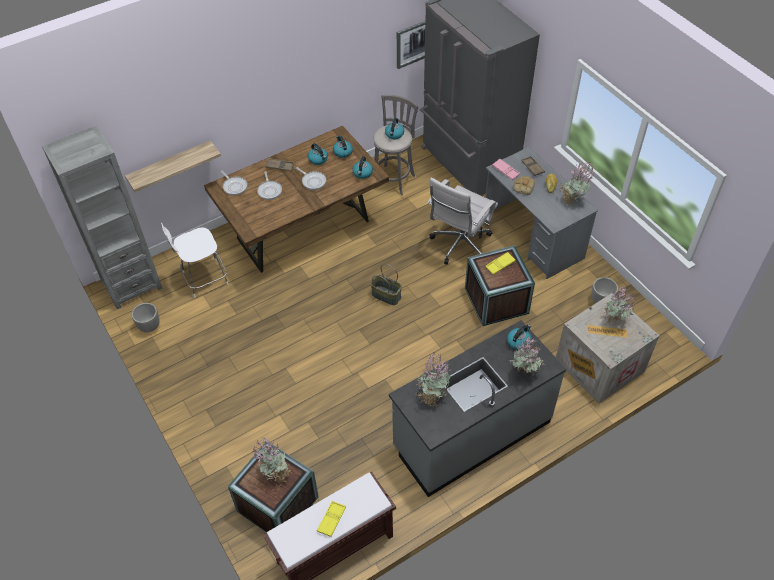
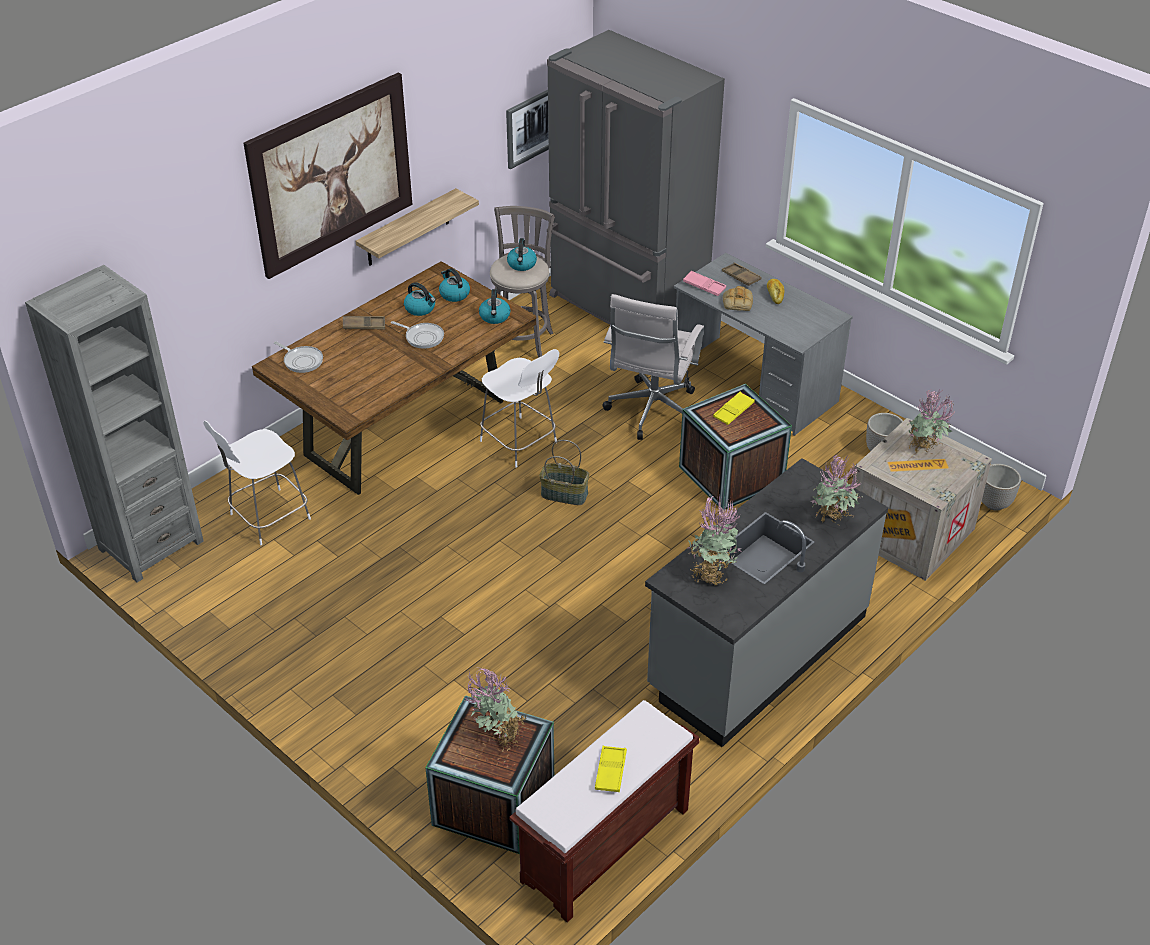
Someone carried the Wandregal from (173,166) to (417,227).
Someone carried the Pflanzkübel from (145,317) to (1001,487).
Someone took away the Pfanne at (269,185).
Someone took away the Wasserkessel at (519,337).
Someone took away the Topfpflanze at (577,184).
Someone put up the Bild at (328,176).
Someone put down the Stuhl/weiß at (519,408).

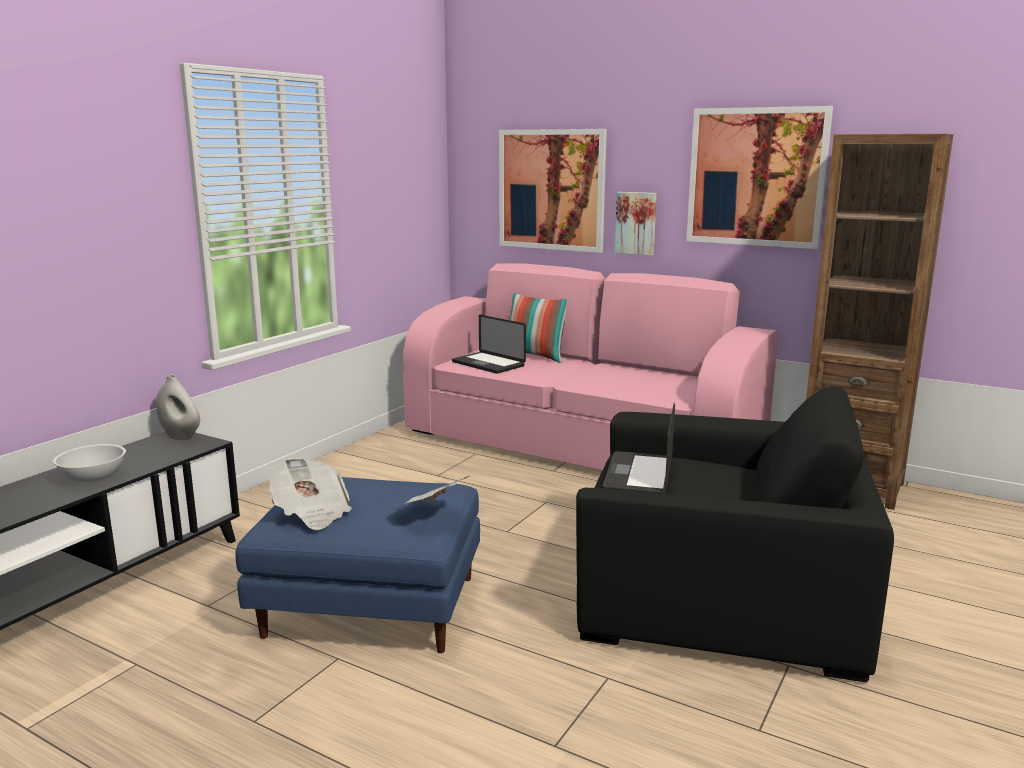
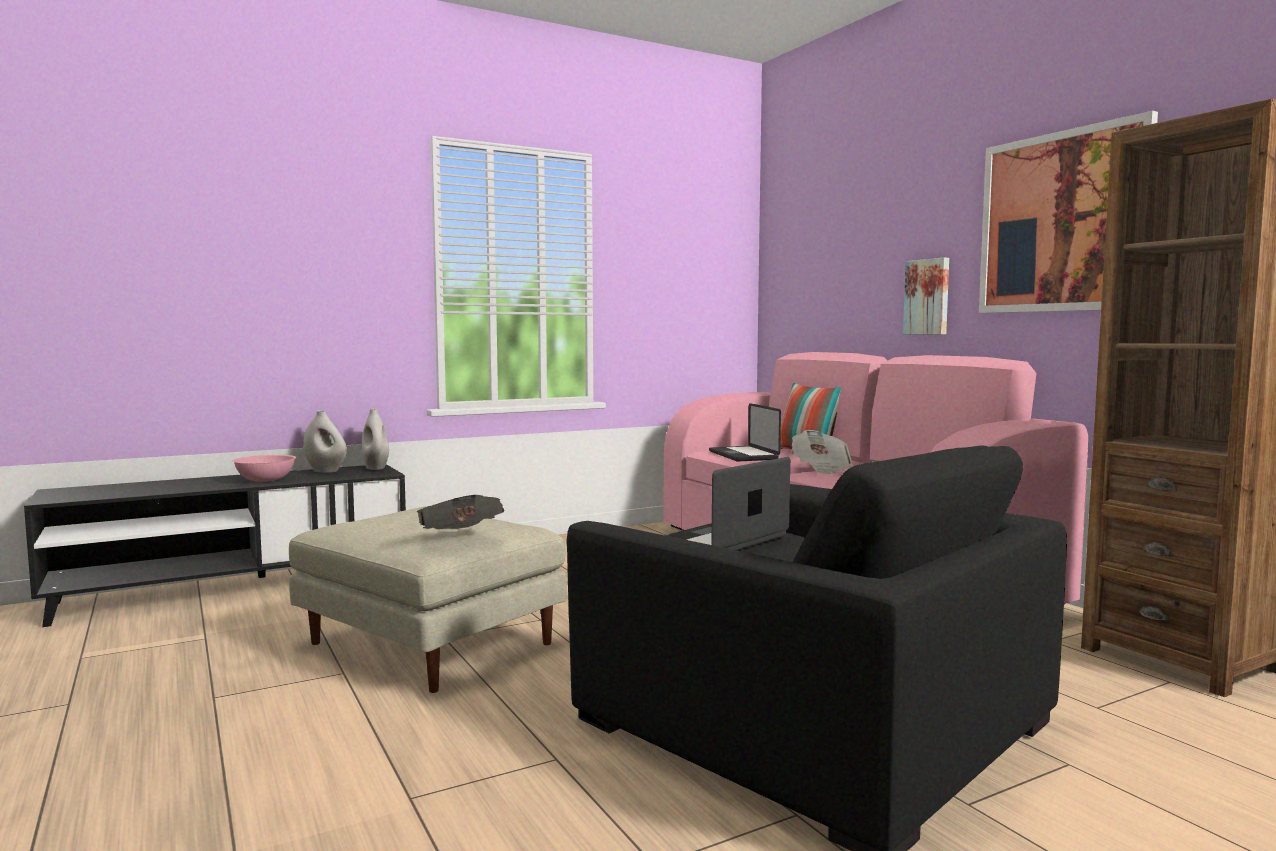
Someone repainted the Schüssel/weiß at (89,463), which became the Schüssel/rosa at (264,468).
Someone repainted the Polsterhocker/blau at (357,565), which became the Polsterhocker/beige at (428,599).
Someone carried the Zeitung from (310,493) to (822,452).
Someone took away the Bild at (553,191).
Someone put down the Vase/weiß at (325,441).

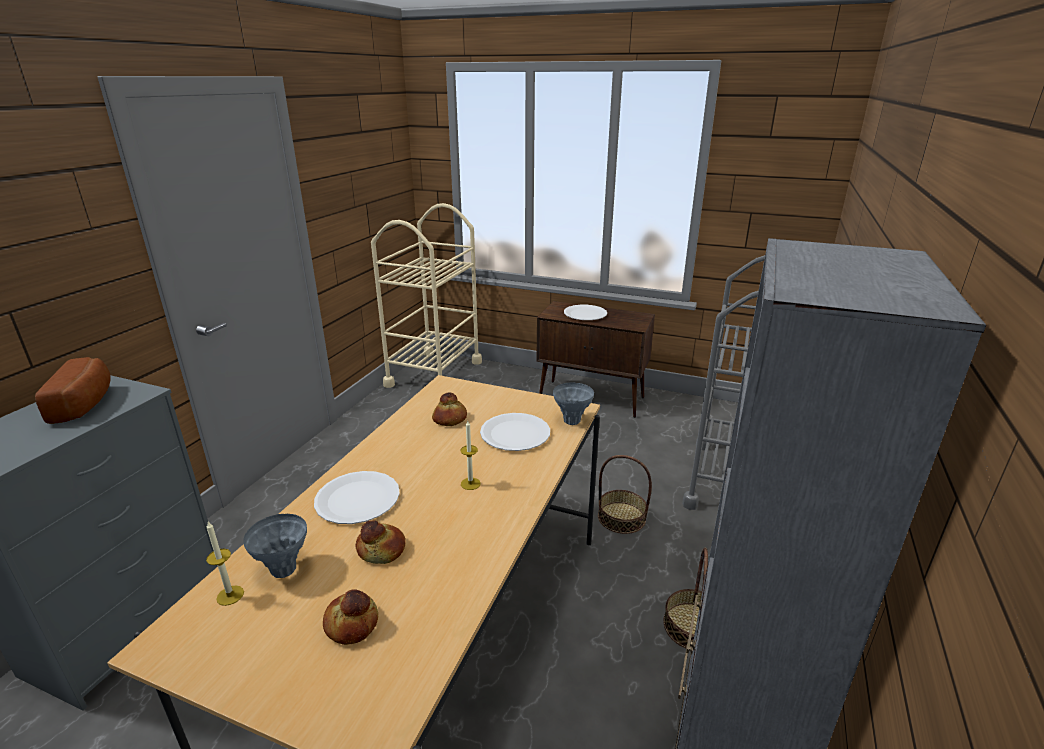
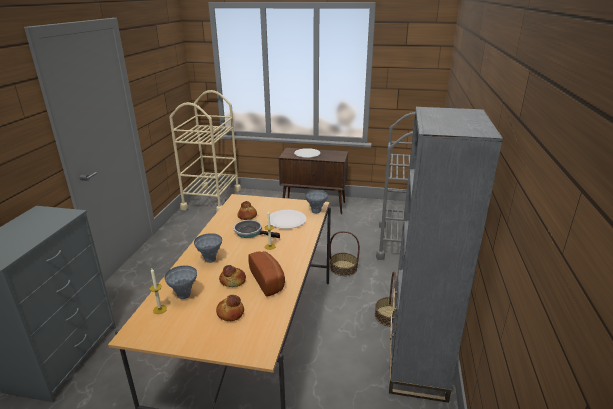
Someone carried the Brot from (73,390) to (267,274).
Someone swapped the Teller/weiß at (357,497) for the Vase/grau at (208,248).
Someone put down the Pfanne at (256,229).

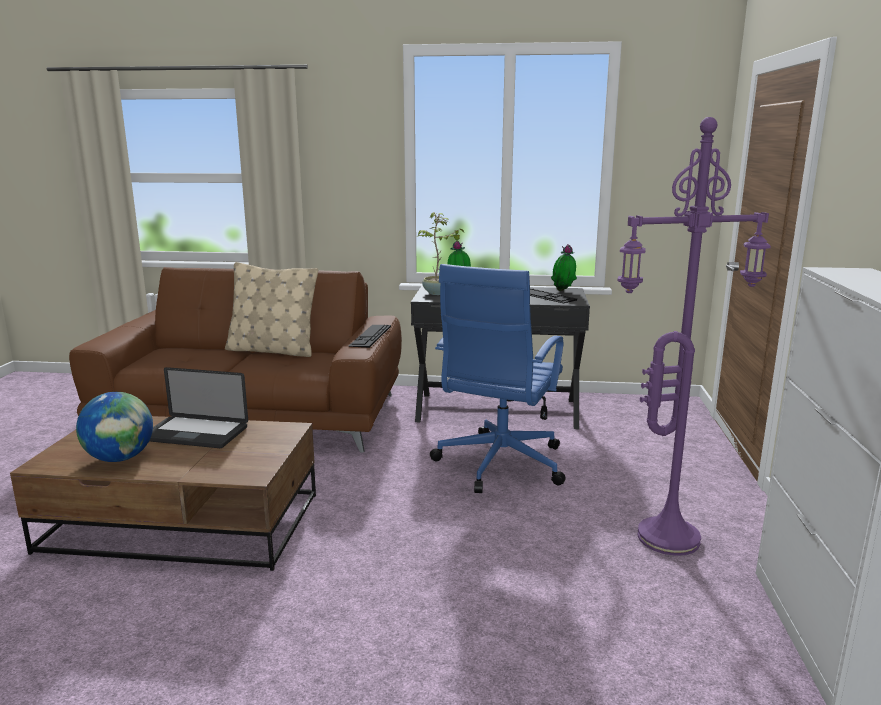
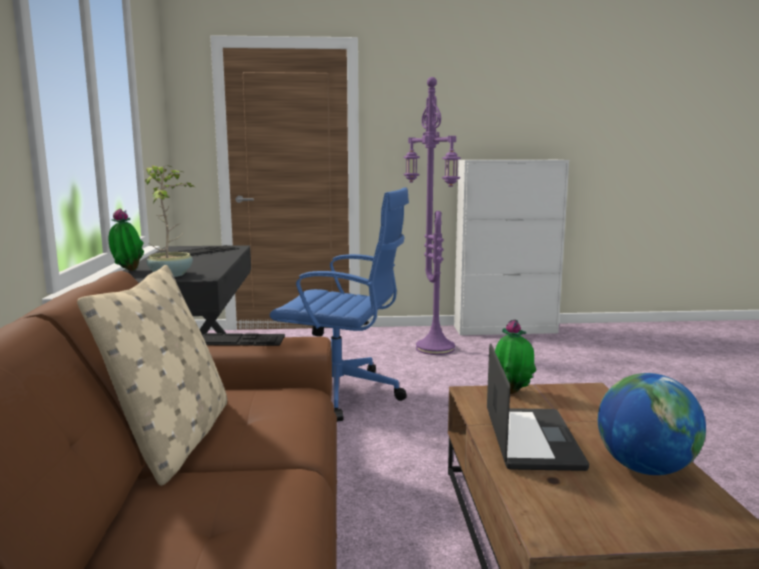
Someone carried the Topfpflanze from (564,267) to (515,356).

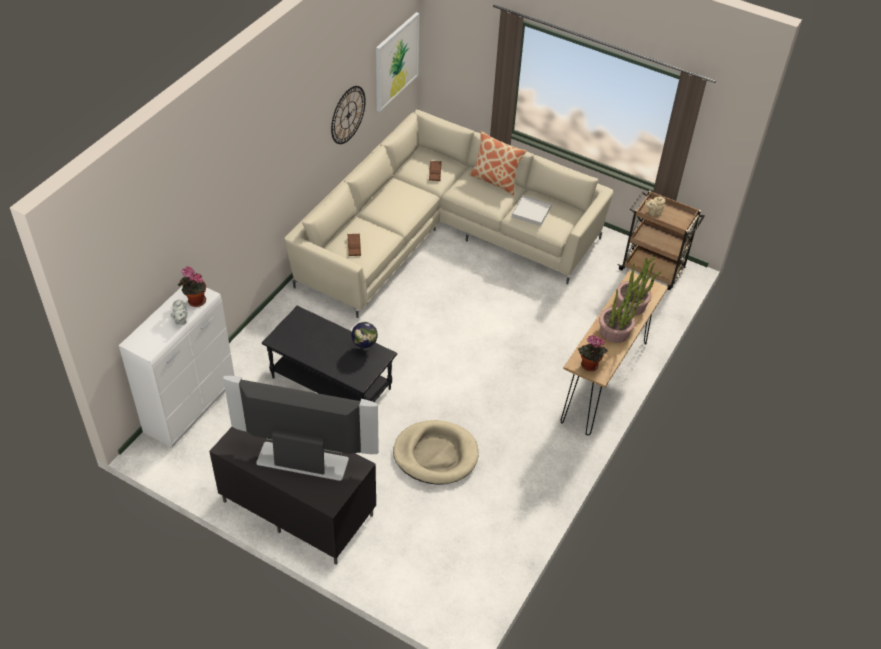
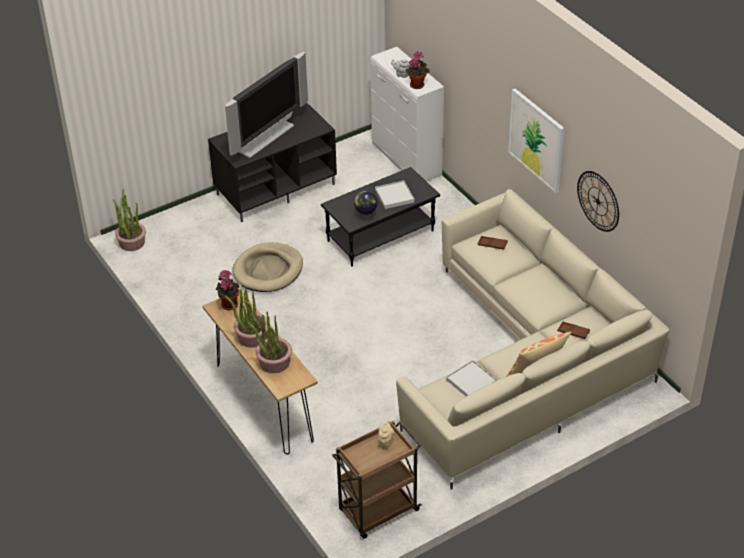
Someone carried the Bild from (397,62) to (536,141).
Someone put down the Topfpflanze at (129,220).
Someone put down the Tablett/weiß at (394,194).

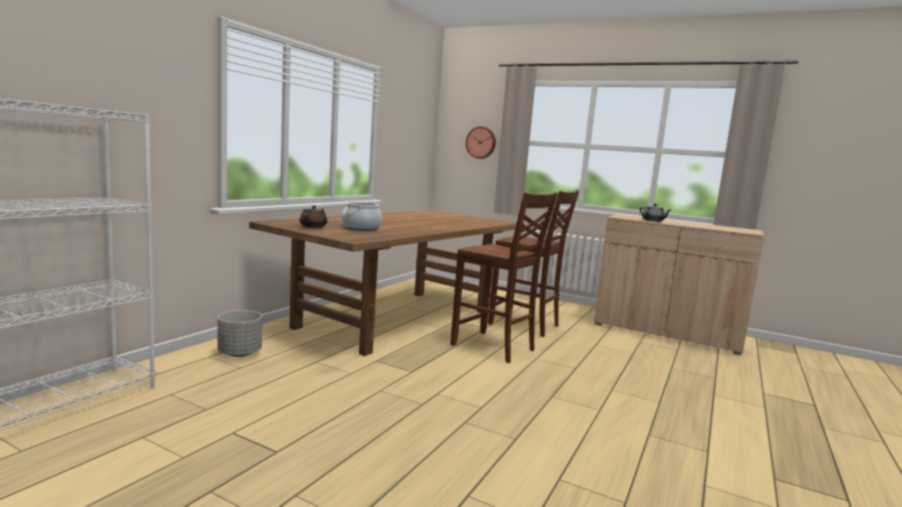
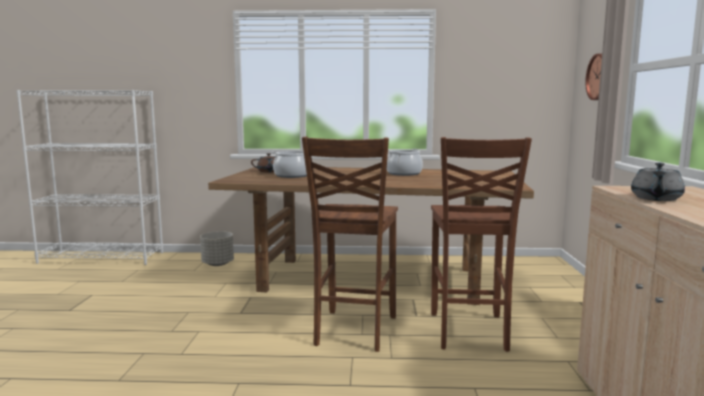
Someone put down the Kochtopf at (405,162).

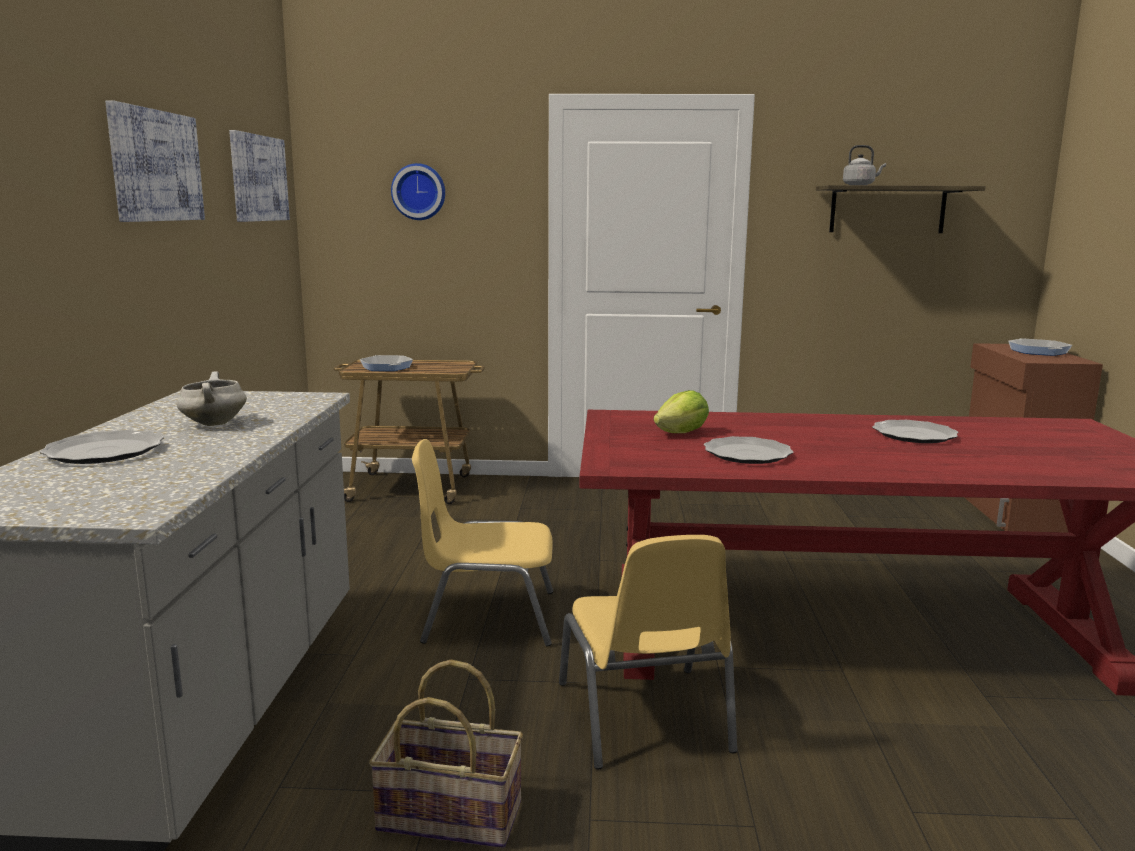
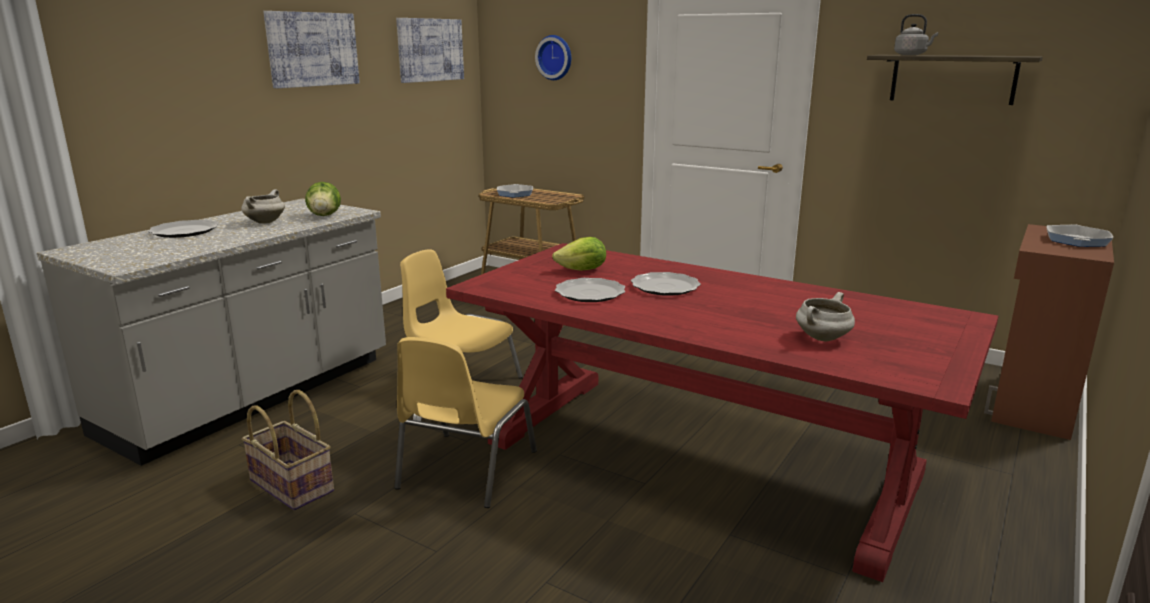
Someone carried the Teller from (915,431) to (666,284).
Someone put down the Salatkopf at (323,199).
Someone put down the Kochtopf/weiß at (825,316).

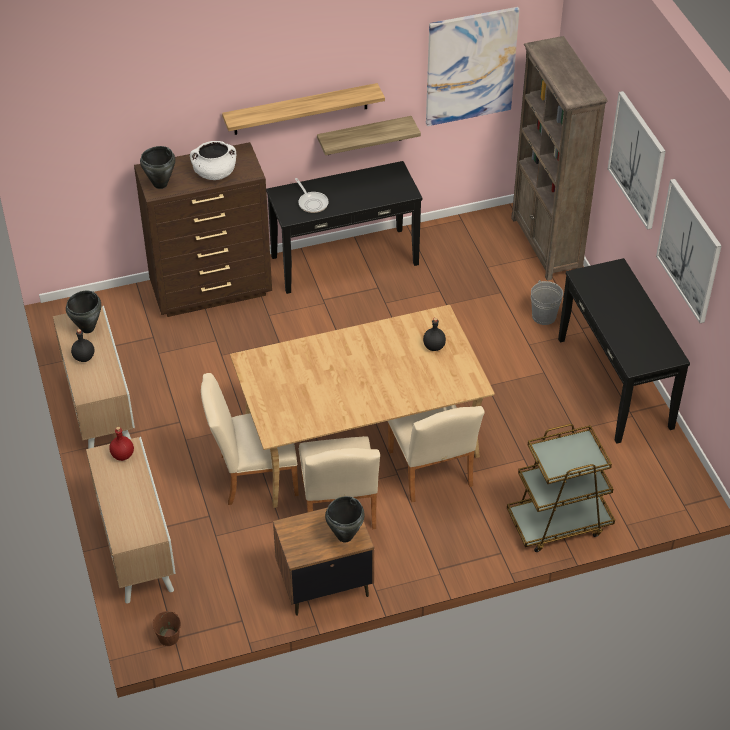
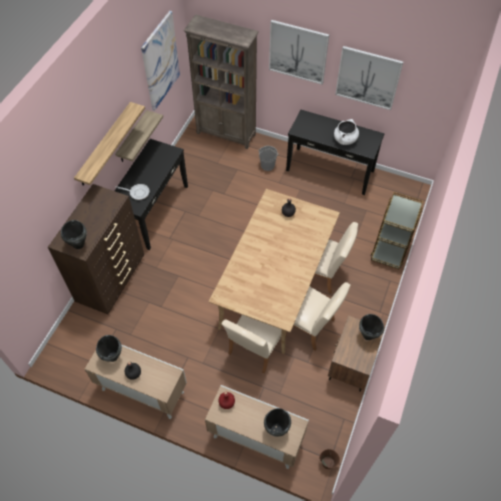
Someone carried the Kochtopf/weiß from (213,160) to (346,132).
Someone put down the Kochtopf/schwarz at (277,422).

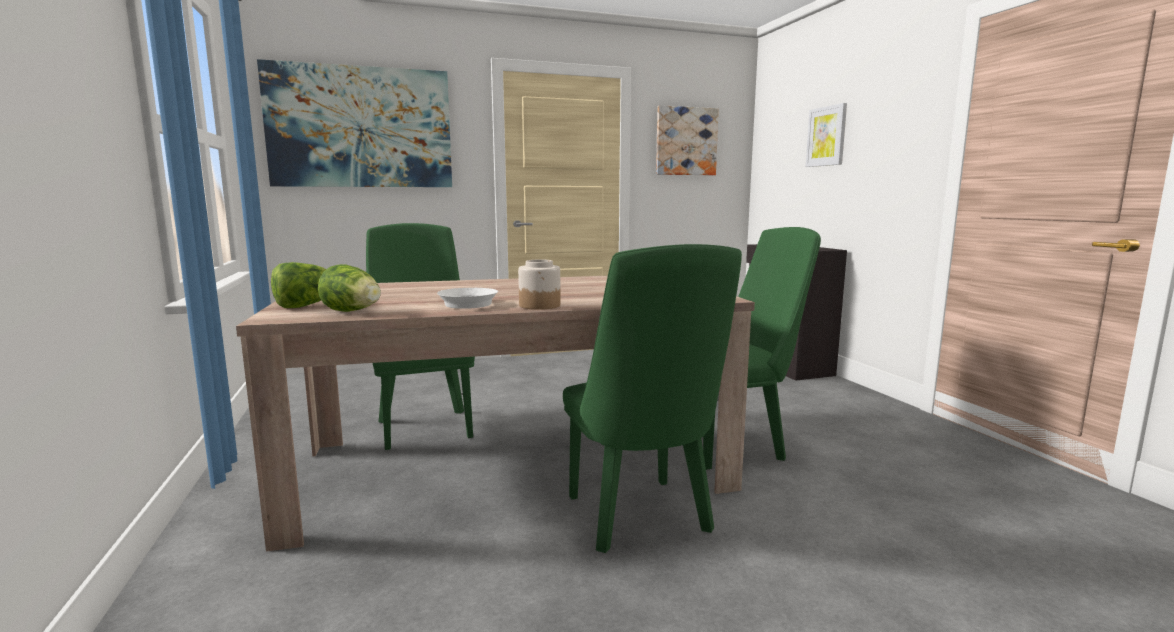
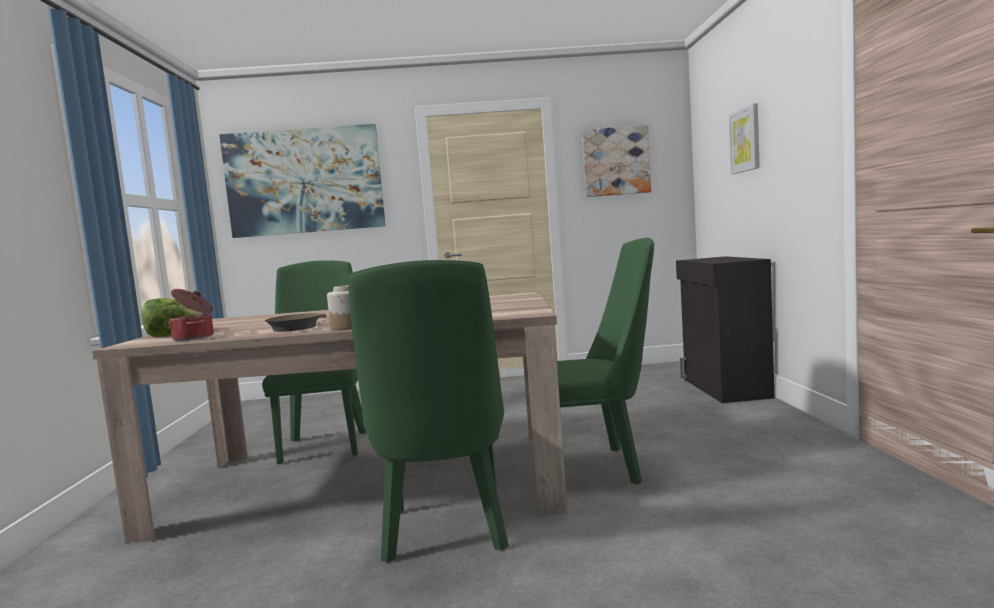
Someone swapped the Salatkopf at (349,288) for the Kochtopf at (191,315).
Someone repainted the Pfanne/weiß at (467,298), which became the Pfanne/braun at (296,322).

